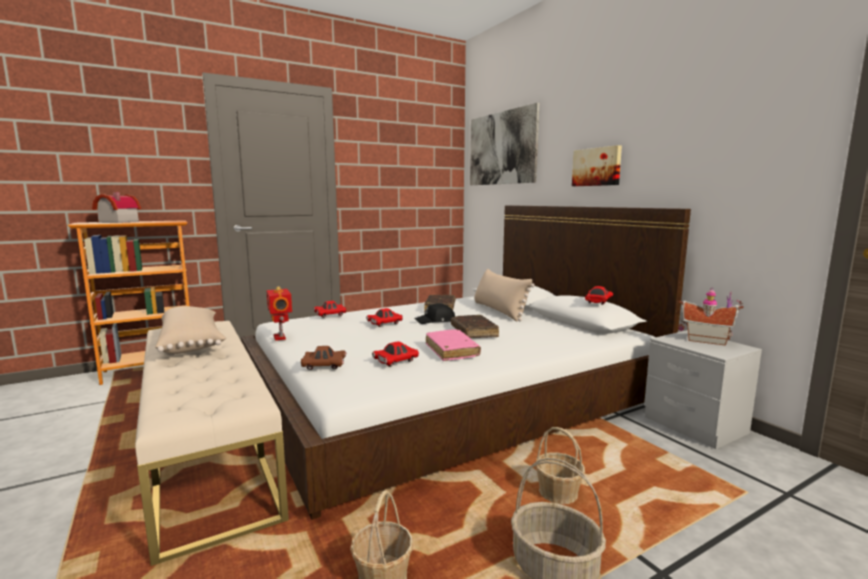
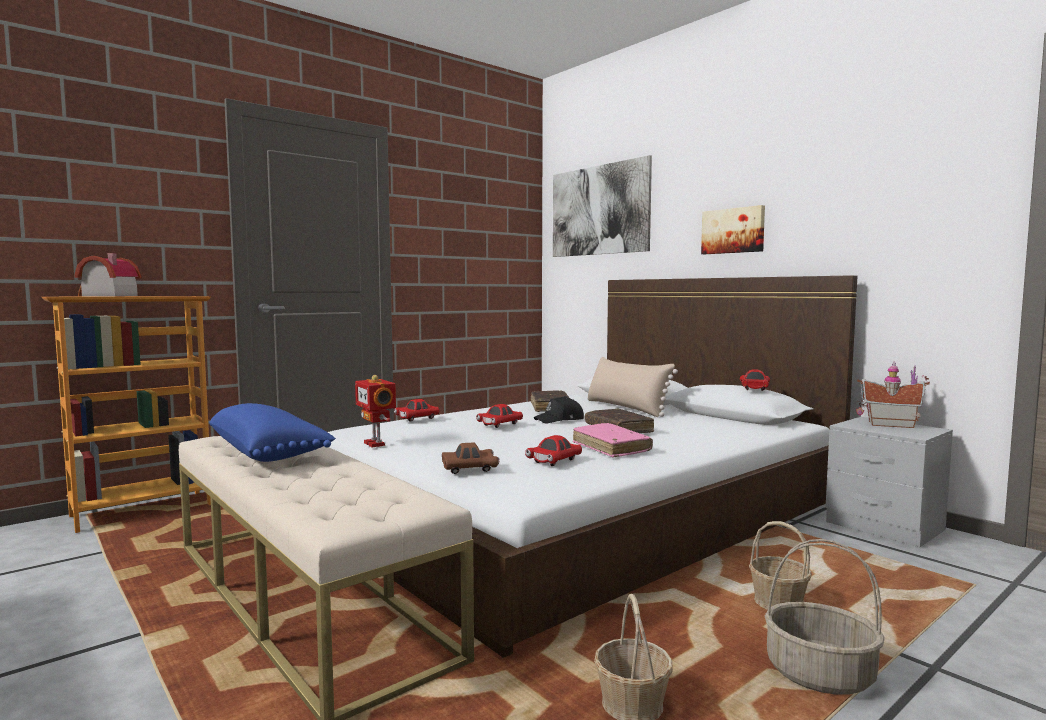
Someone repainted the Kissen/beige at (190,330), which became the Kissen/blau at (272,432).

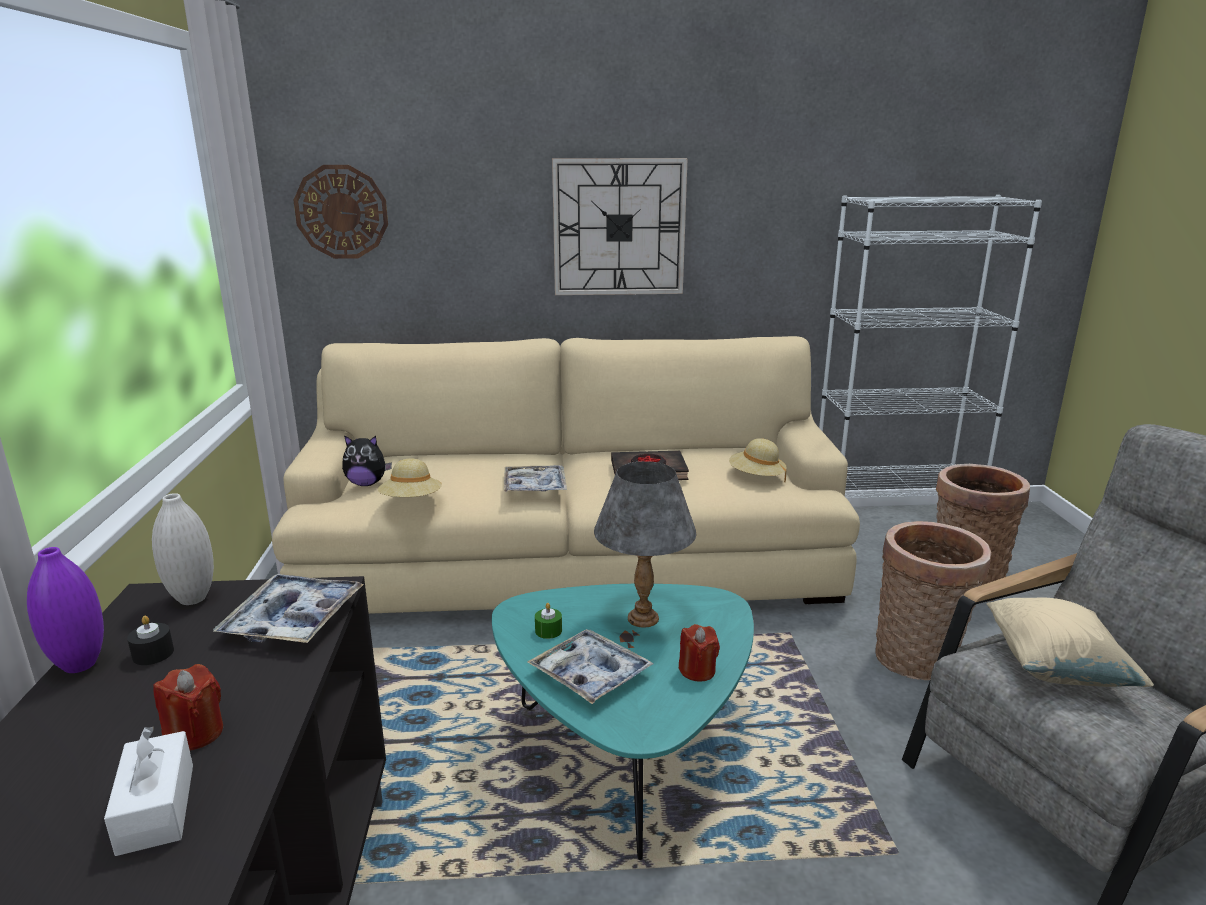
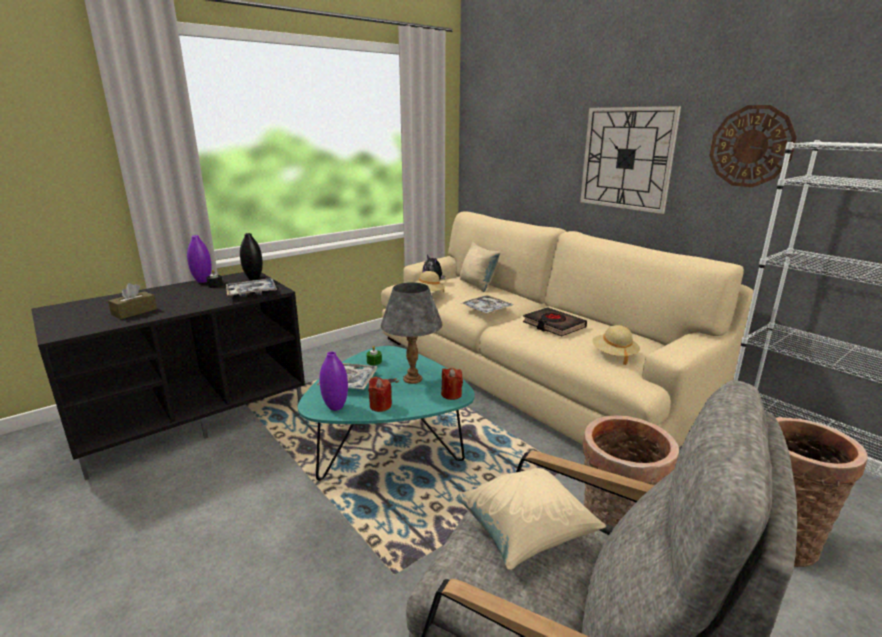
Someone repainted the Taschentuchbox/weiß at (148,791), which became the Taschentuchbox/braun at (132,301).
Someone repainted the Vase/weiß at (183,549), which became the Vase/schwarz at (251,256).
Someone carried the Kerze/rot from (188,707) to (452,384).
Someone carried the Wanduhr from (340,212) to (753,146).
Someone put down the Vase/lila at (333,381).
Someone put down the Kissen/beige at (480,267).

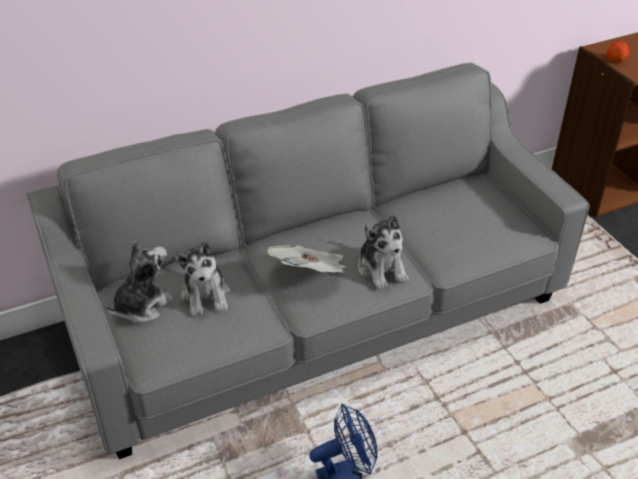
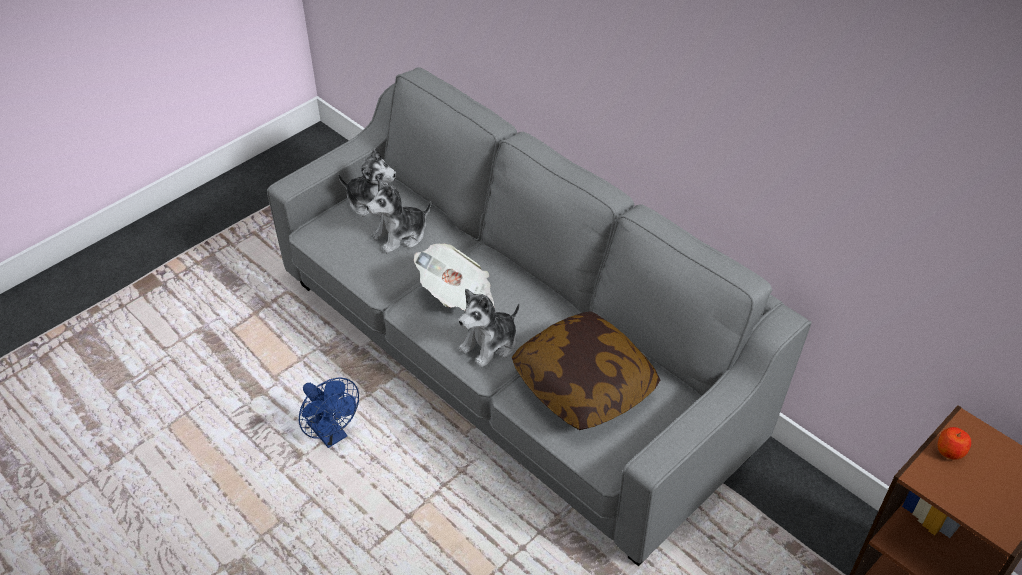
Someone put down the Kissen at (586,370).

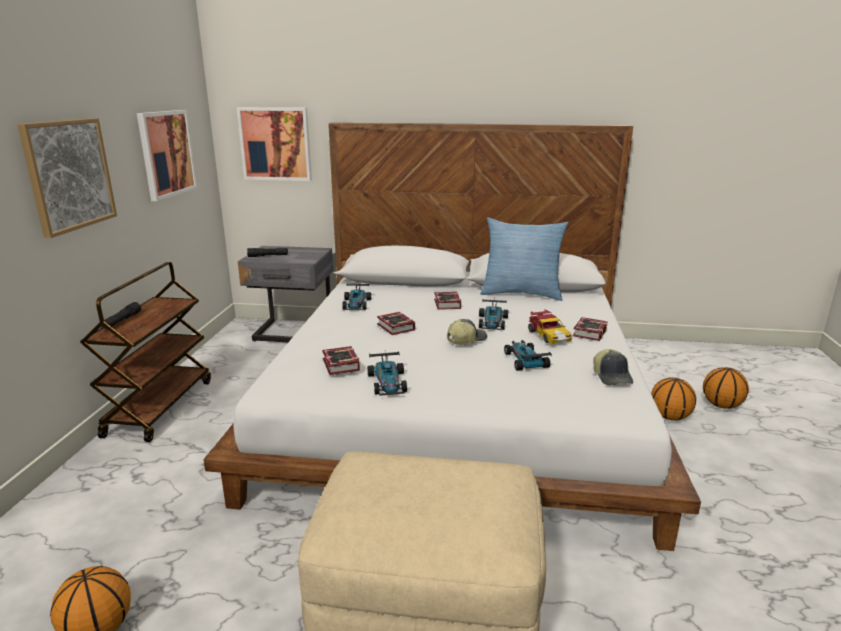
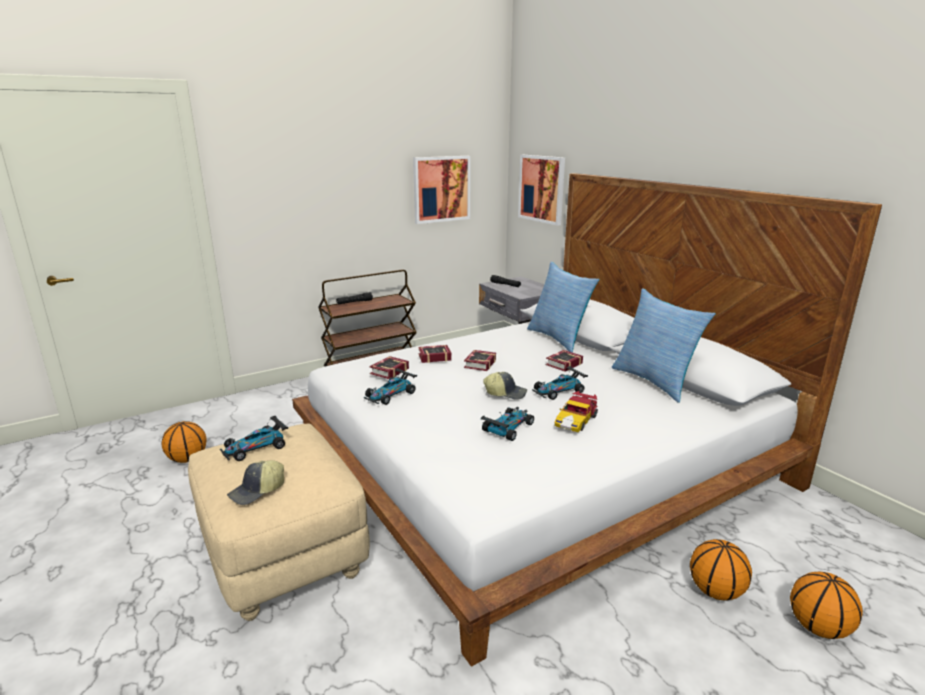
Someone took away the Bild at (67,178).
Someone carried the Spielzeugauto from (356,296) to (254,438).
Someone carried the Buch from (590,329) to (435,354).
Someone carried the Kappe from (613,367) to (255,482).
Someone put down the Kissen at (563,307).

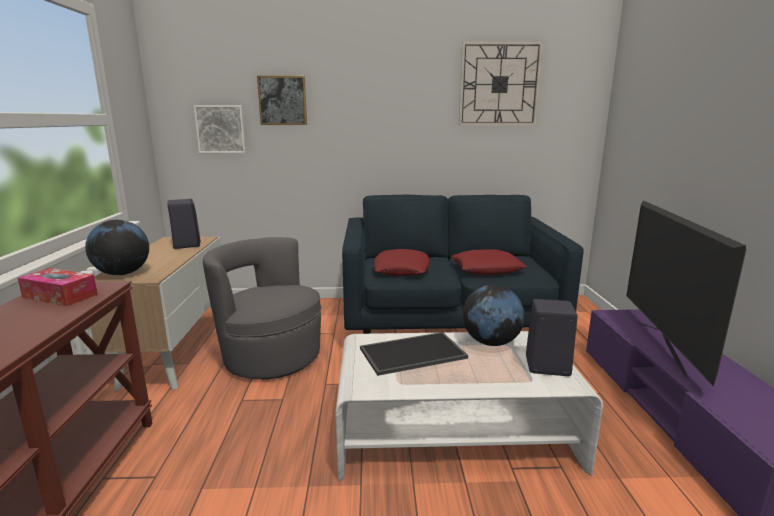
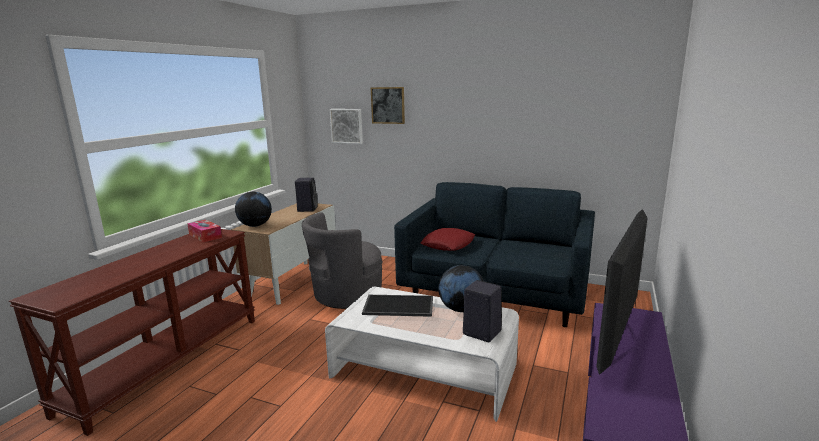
Someone rotated the Sessel/grau at (262,308) by 90 degrees counterclockwise.
Someone took away the Kissen/rot at (489,262).
Someone took away the Wanduhr at (501,83).

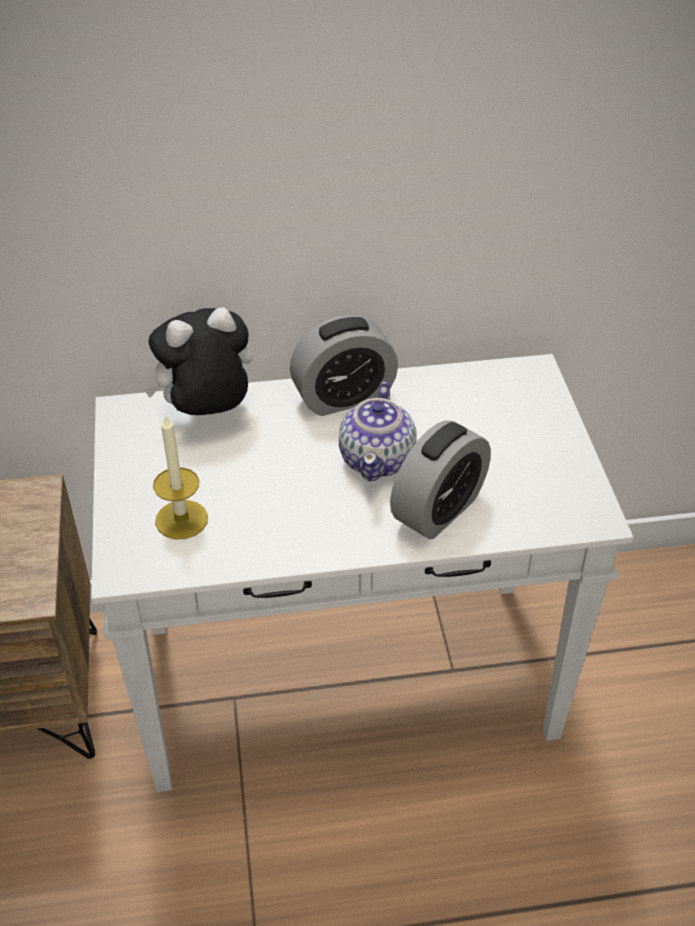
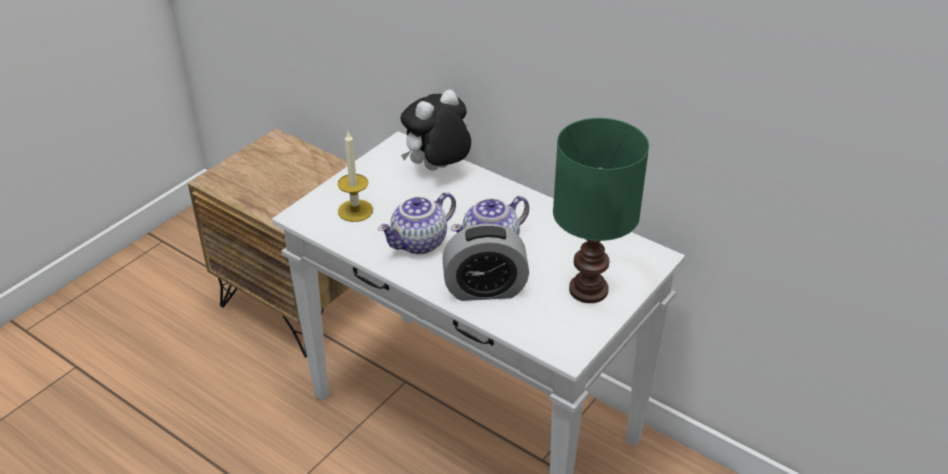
Someone rotated the Plüschtier at (198,361) by 60 degrees counterclockwise.
Someone took away the Wecker at (344,365).
Someone put down the Teekanne at (417,223).
Someone put down the Tischlampe/grün at (601,210).

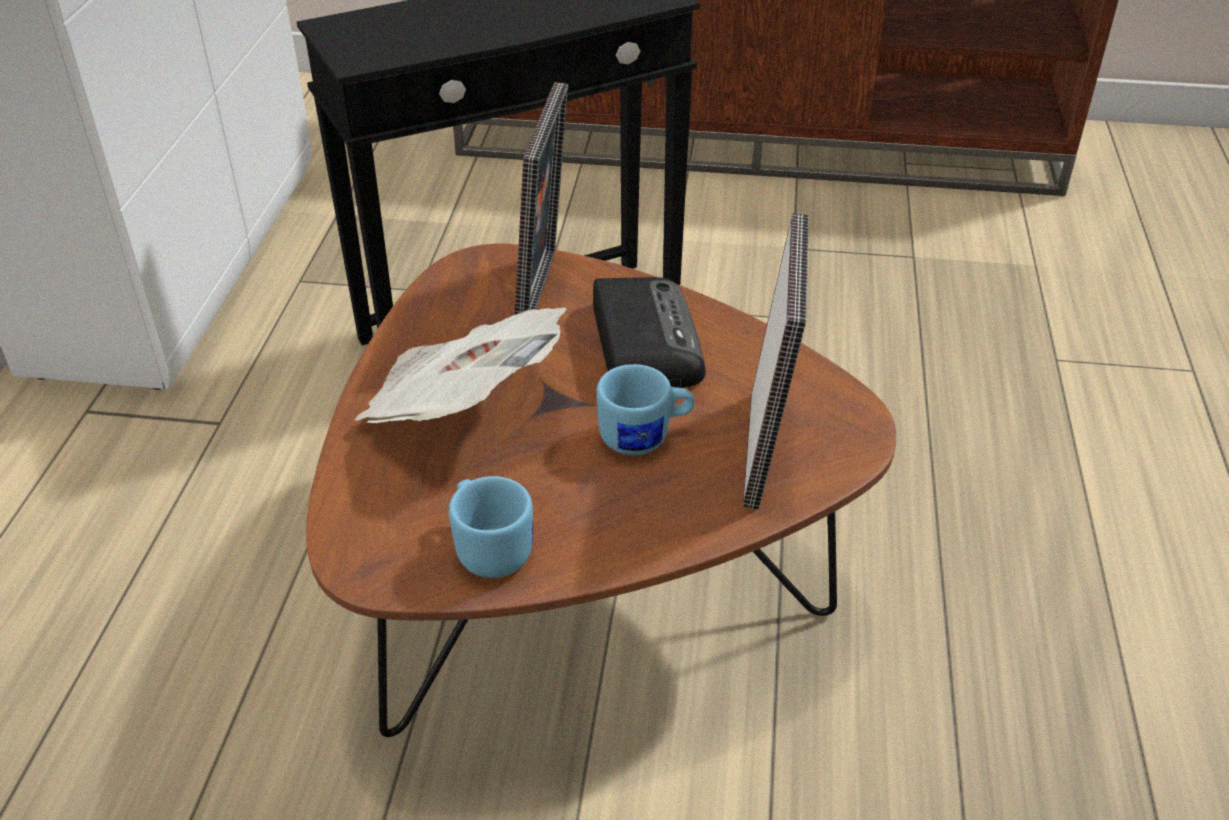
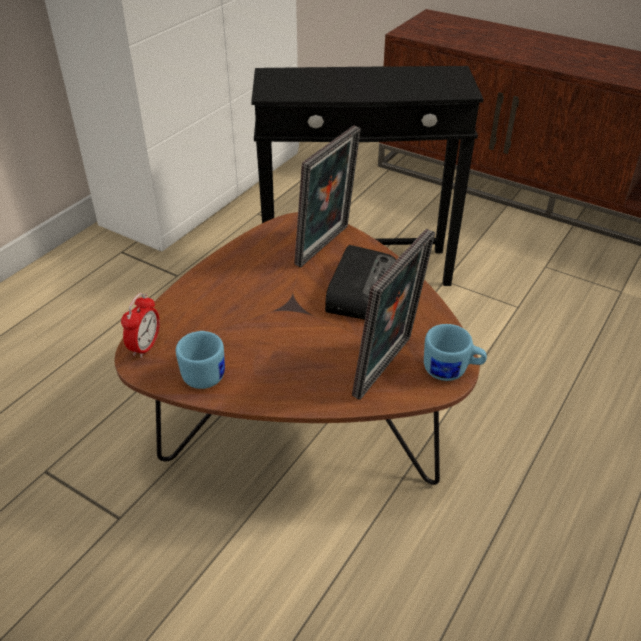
Someone took away the Zeitung at (461,365).
Someone carried the Henkelbecher/blau from (645,409) to (455,352).
Someone put down the Wecker at (140,325).

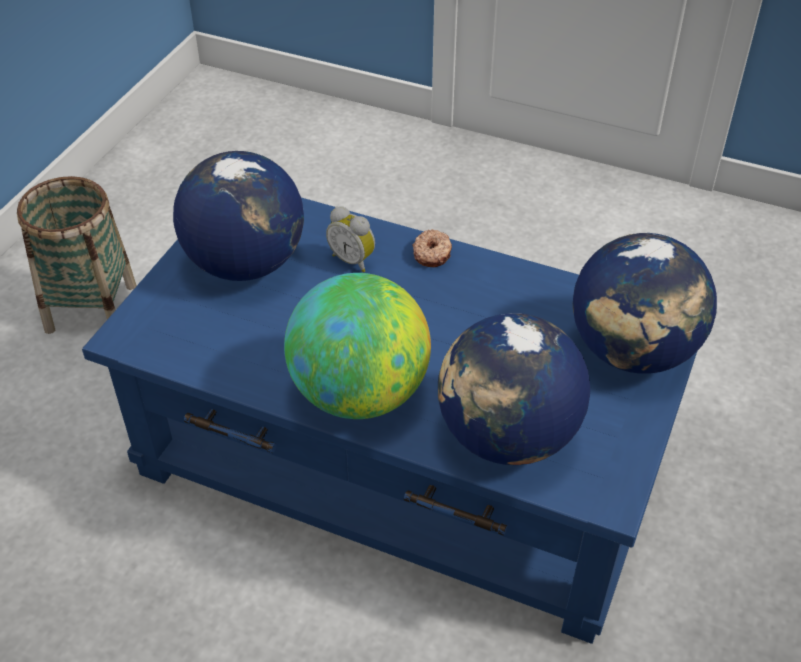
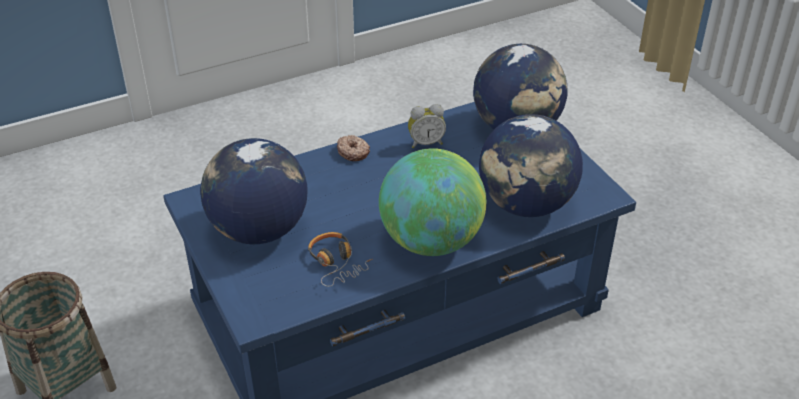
Someone carried the Wecker from (350,239) to (427,126).
Someone put down the Kopfhörer at (340,259).

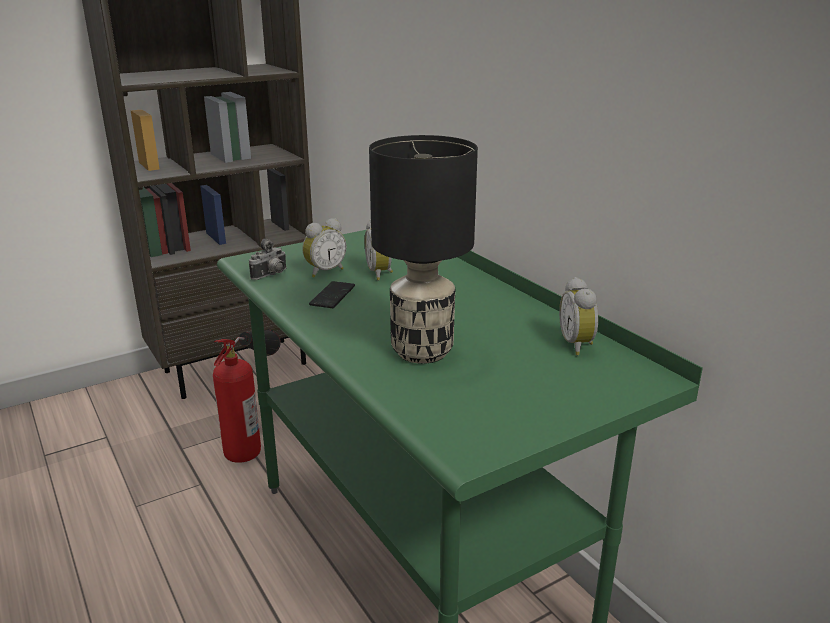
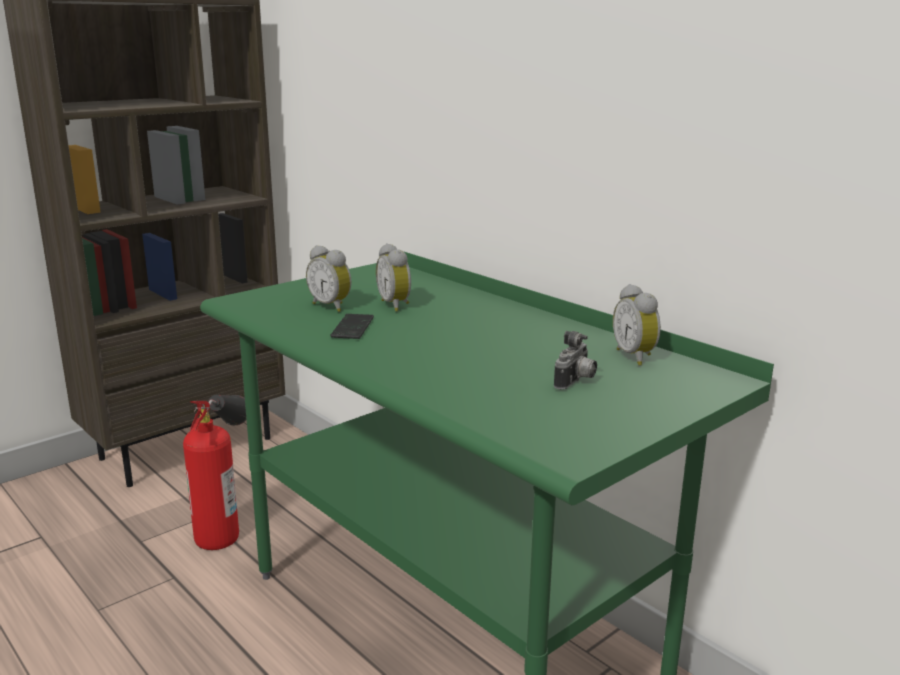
Someone carried the Kamera from (267,259) to (575,360).
Someone rotated the Wecker at (324,248) by 90 degrees clockwise.
Someone took away the Tischlampe/schwarz at (423,249).

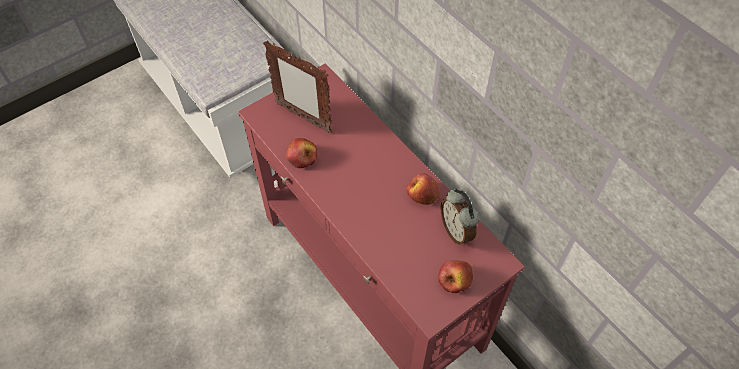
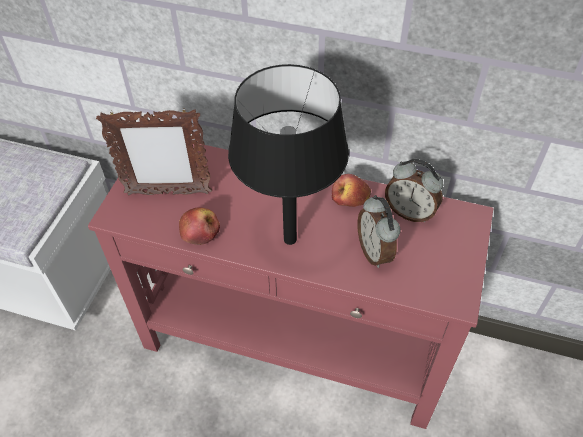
Someone took away the Apfel at (455,276).
Someone put down the Tischlampe/schwarz at (288,154).
Someone put down the Wecker at (379,231).

